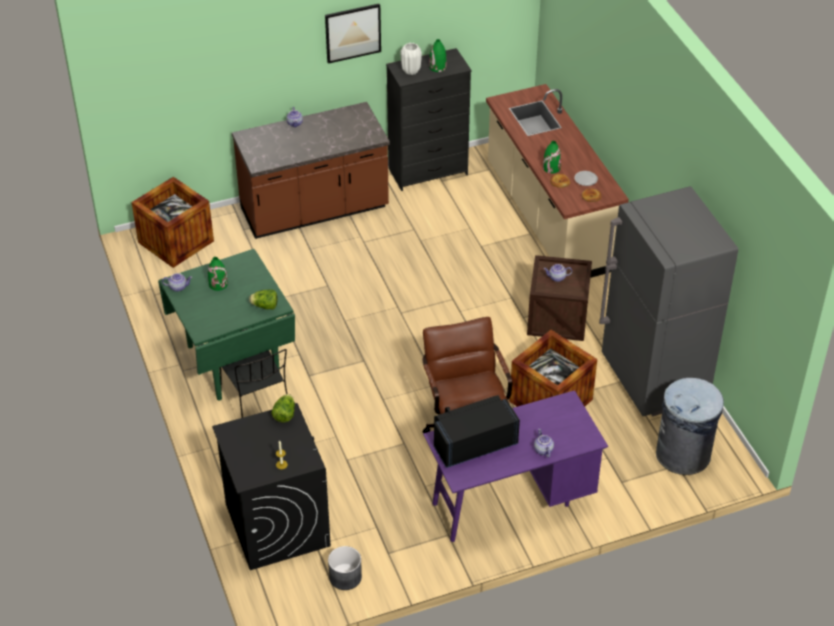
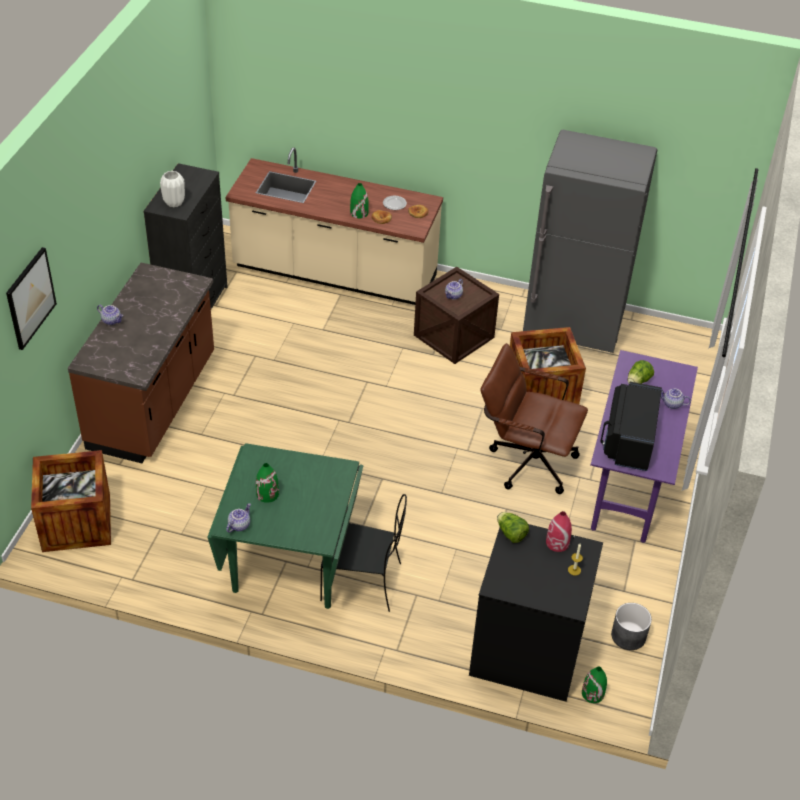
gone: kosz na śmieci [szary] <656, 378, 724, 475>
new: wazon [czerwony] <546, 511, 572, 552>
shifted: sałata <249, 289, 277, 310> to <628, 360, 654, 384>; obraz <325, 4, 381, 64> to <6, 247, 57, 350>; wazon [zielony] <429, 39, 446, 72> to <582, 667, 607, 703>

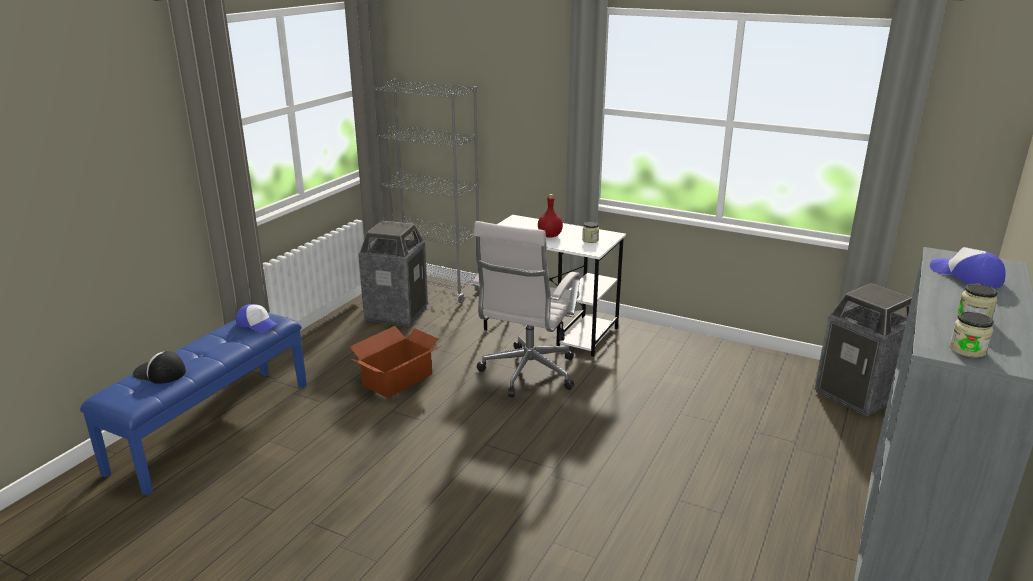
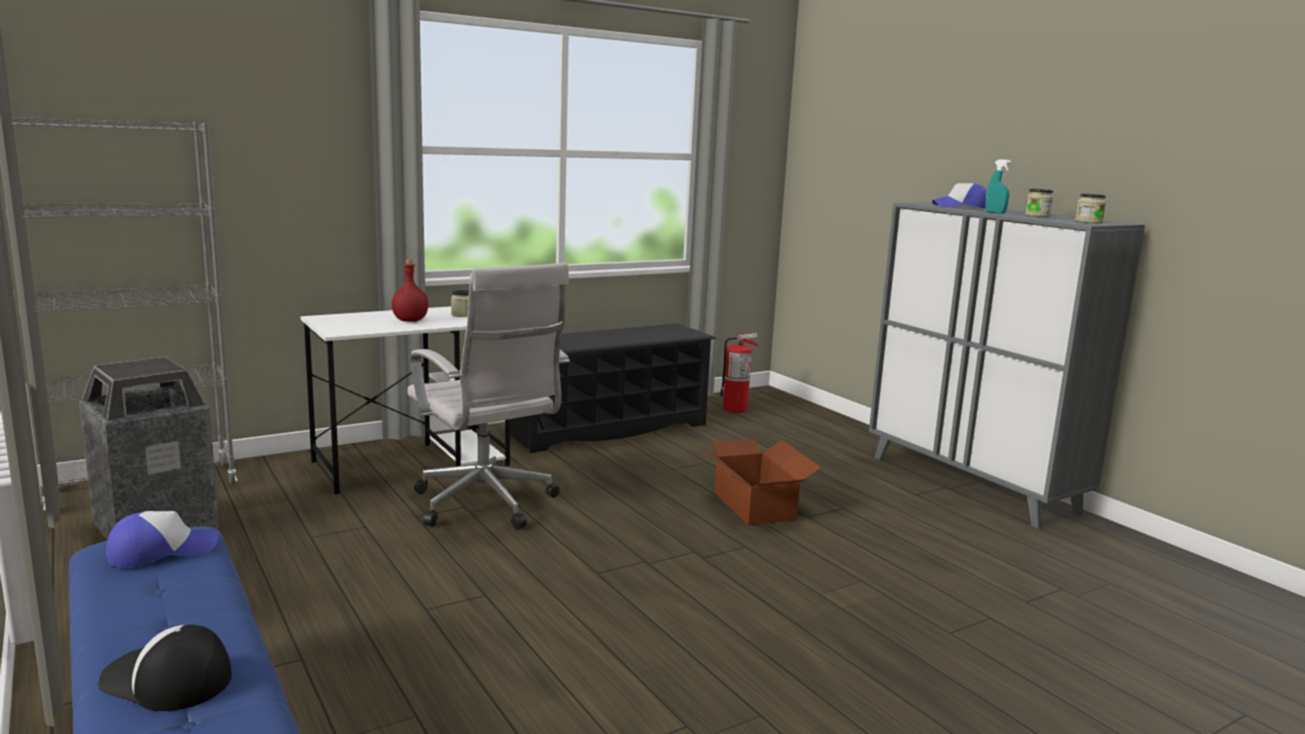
new: regał na buty [czarny] <510, 323, 716, 453>; spryskiwacz [turkusowy] <985, 159, 1011, 213>
shifted: karton <350, 326, 441, 398> to <698, 439, 821, 525>
swapped: kosz na śmieci <815, 283, 912, 417> to gaśnica <719, 333, 758, 413>
rotated: czapka z daszkiem <133, 351, 186, 384> = <98, 625, 232, 711> 60 degrees clockwise

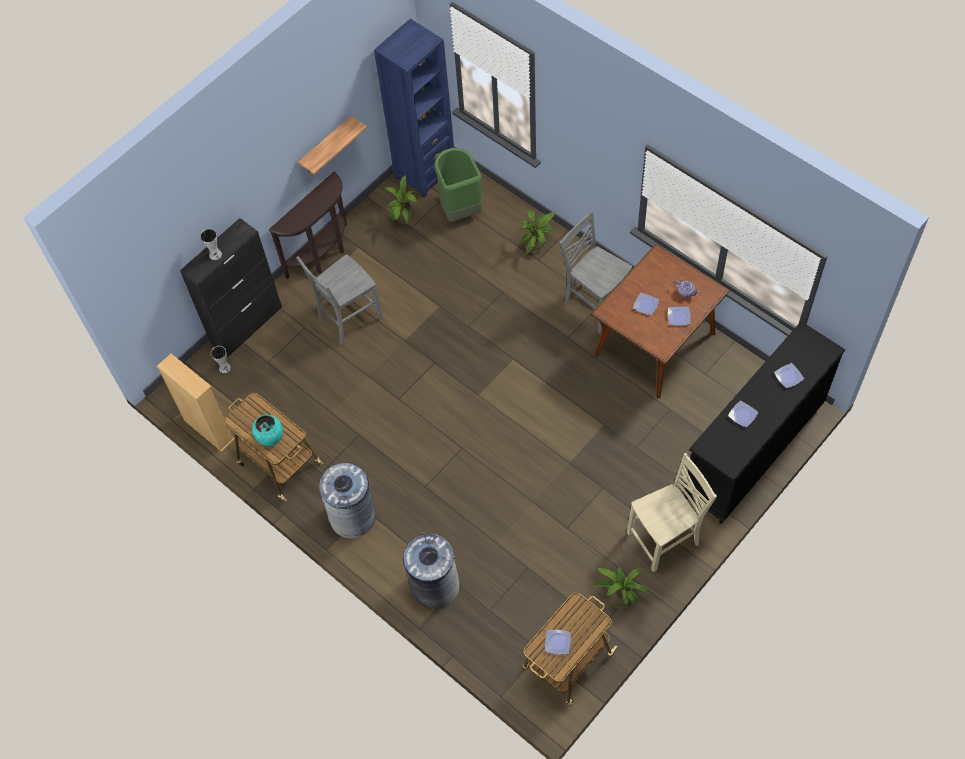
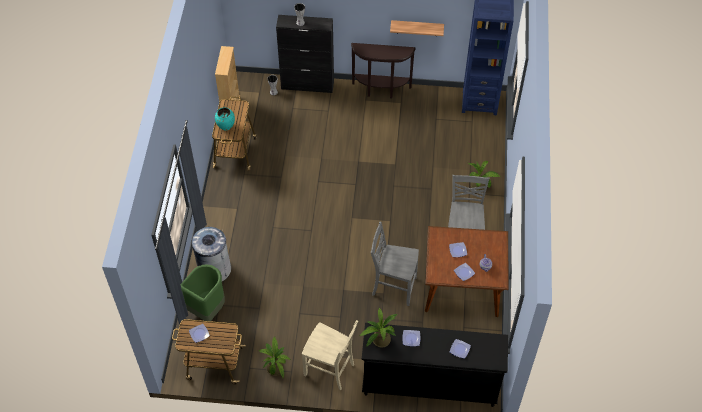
gone: kosz na śmieci [szary] <319, 463, 376, 538>
shifted: krzesło [szary] <296, 254, 384, 345> to <371, 222, 419, 306>; roślina doniczkowa <384, 175, 418, 225> to <359, 308, 398, 348>; kosz na śmieci [zielony] <434, 148, 483, 222> to <180, 265, 225, 321>

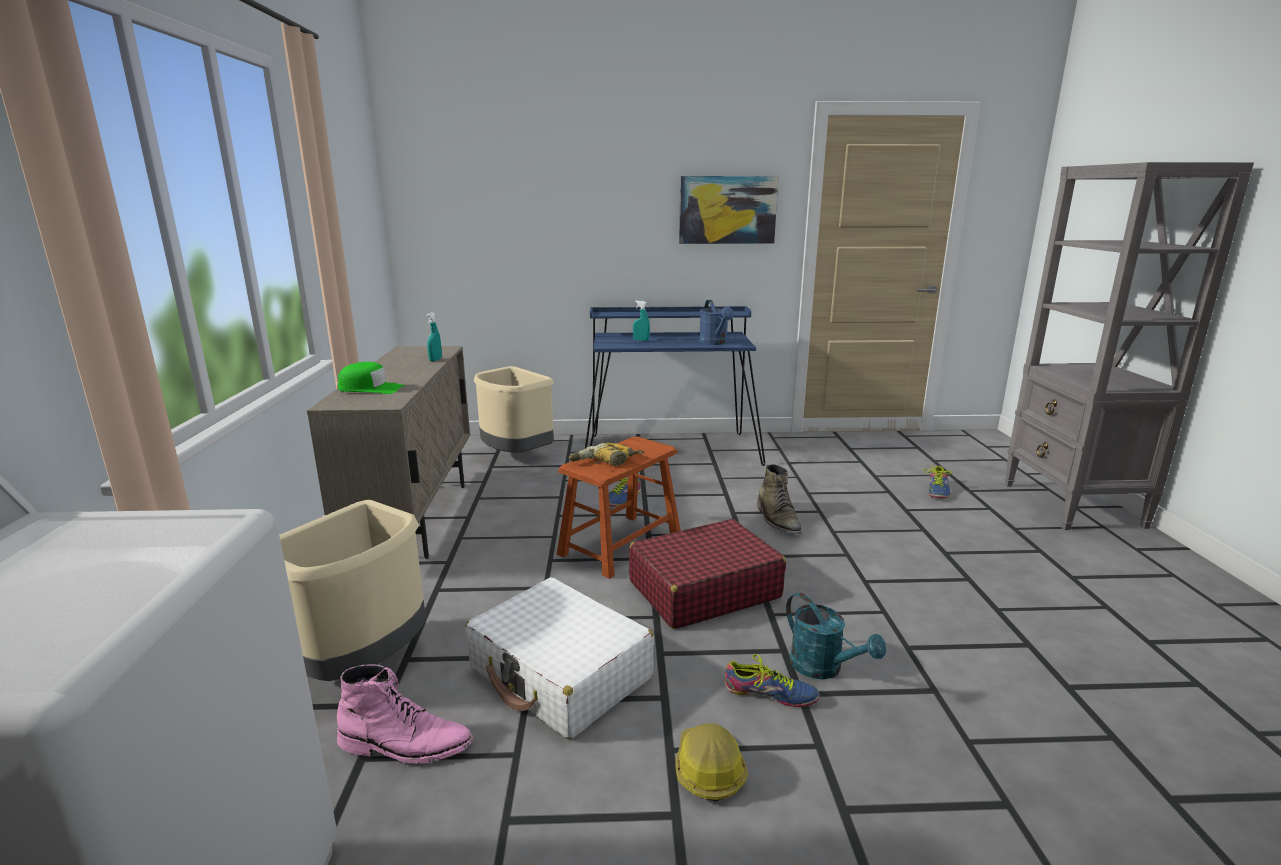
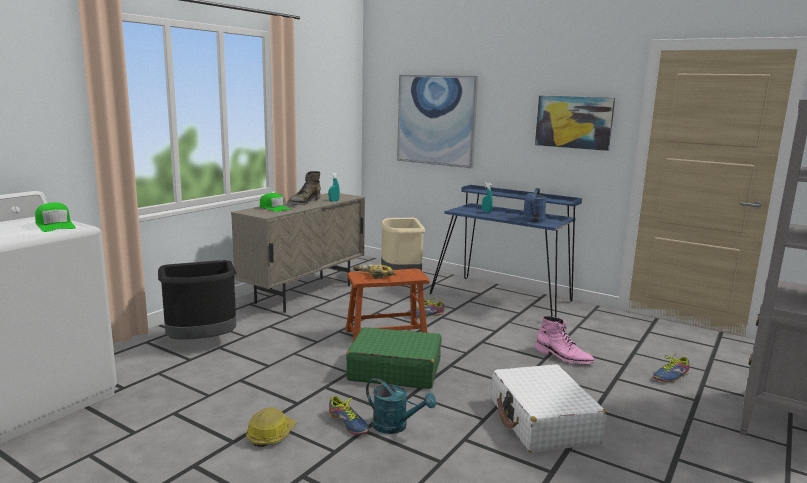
new: czapka z daszkiem [zielony] <35, 203, 76, 232>; obraz <397, 75, 478, 168>
shifted: but z cholewką [różowy] <337, 664, 473, 764> to <535, 316, 595, 364>; walizka [biały] <465, 577, 654, 739> to <492, 364, 606, 452>; but z cholewką [zielony] <757, 464, 802, 534> to <288, 171, 321, 205>
repainted: kosz na śmieci [beżowy] <279, 500, 426, 681> to kosz na śmieci [czarny] <158, 260, 237, 339>; walizka [czerwony] <629, 519, 786, 629> to walizka [zielony] <346, 327, 442, 389>
rotated: konewka [turkusowy] <786, 593, 886, 679> = <366, 378, 436, 434> 60 degrees counterclockwise

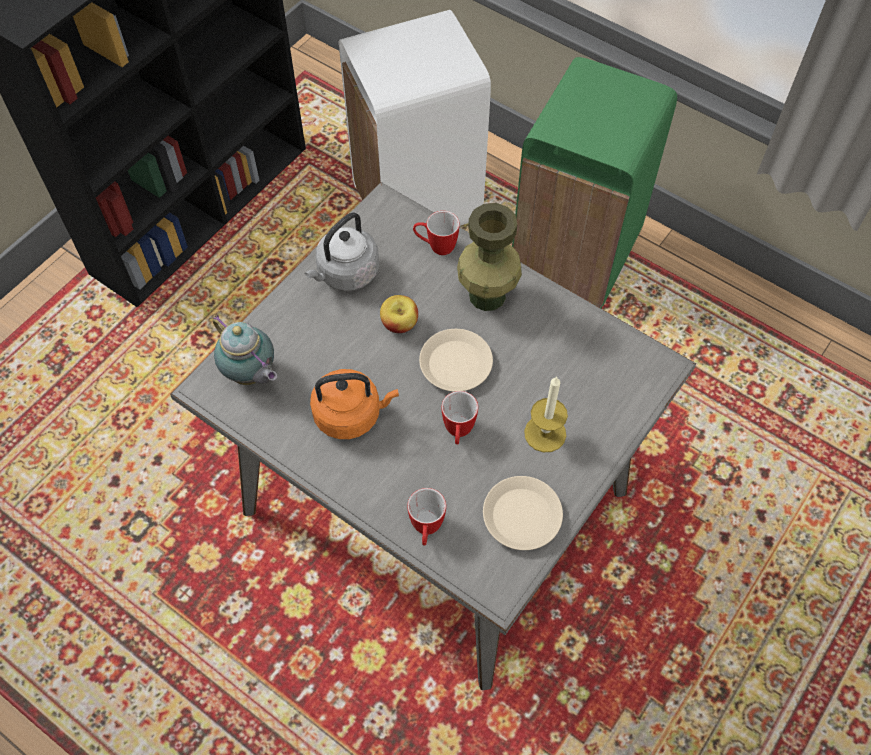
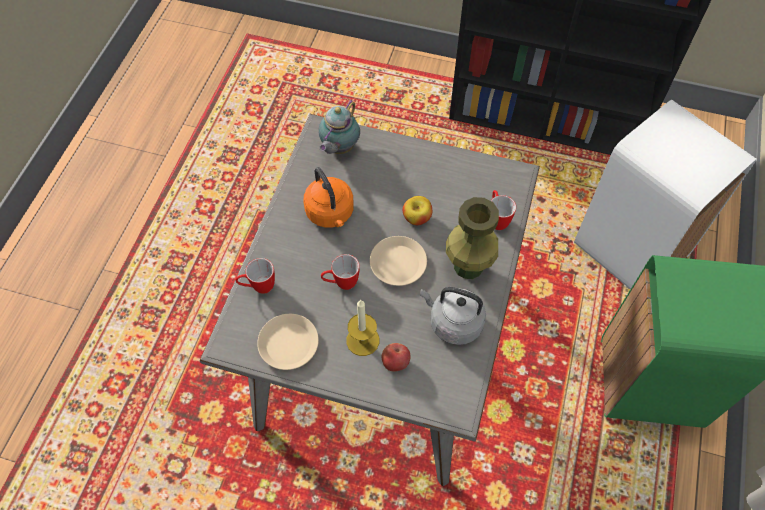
new: jabłko <382, 343, 411, 372>
shifted: czajnik [szary] <305, 212, 379, 291> to <420, 287, 486, 345>

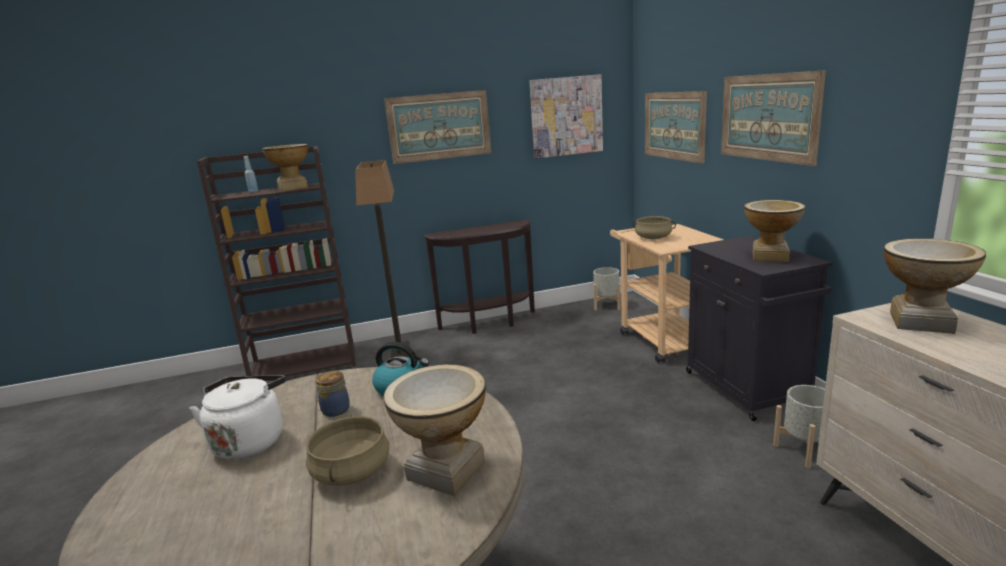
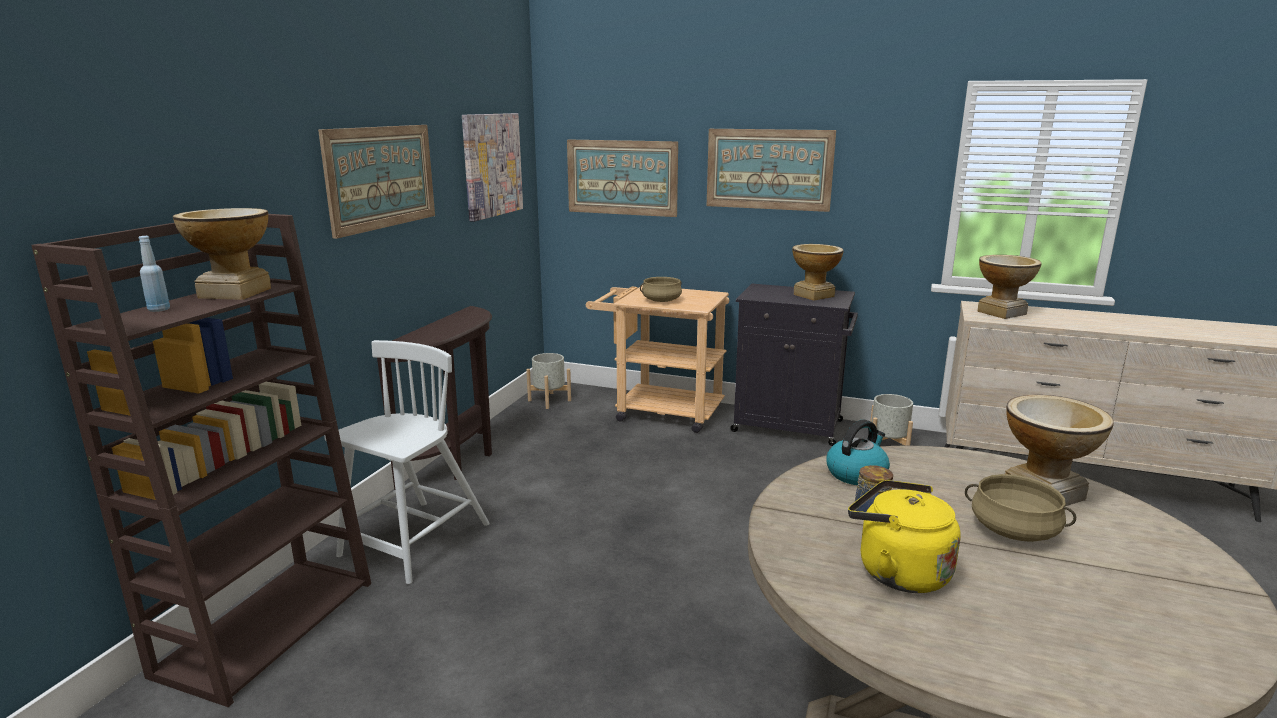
swapped: lampa stojąca <355, 160, 410, 358> to krzesło [biały] <324, 340, 490, 584>
repainted: czajnik [biały] <189, 375, 286, 460> to czajnik [żółty] <848, 480, 961, 593>

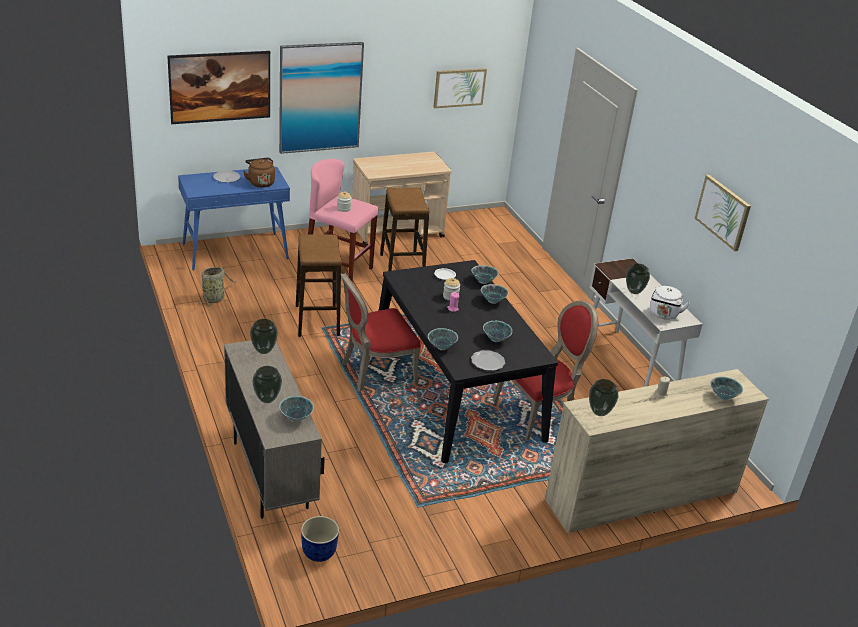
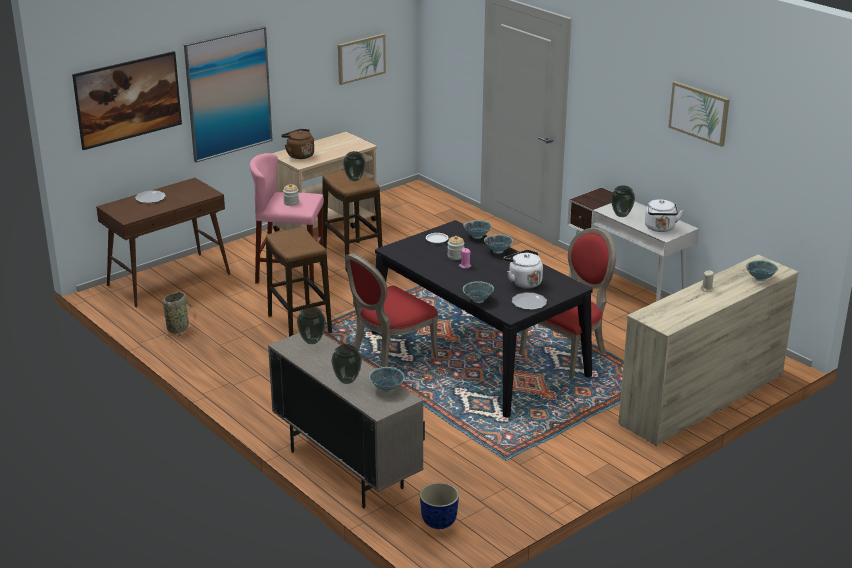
shifted: czajnik [brązowy] <243, 158, 275, 188> to <281, 129, 314, 159>; wazon <589, 379, 618, 416> to <343, 151, 366, 181>
swapped: miska <483, 321, 512, 342> to czajnik [biały] <504, 250, 543, 289>
repainted: stolik konsolowy [niebieski] <178, 167, 290, 270> to stolik konsolowy [brązowy] <96, 178, 230, 307>

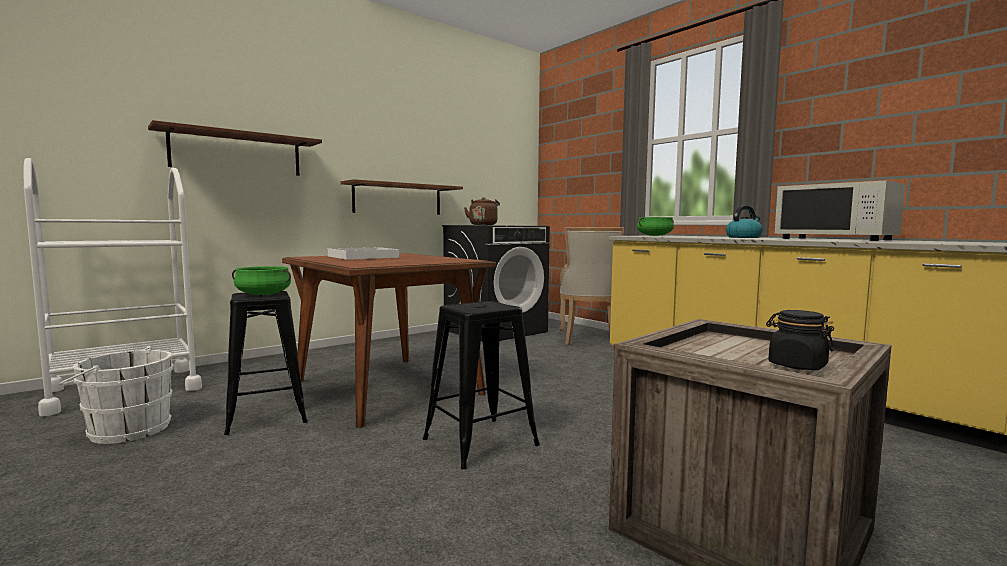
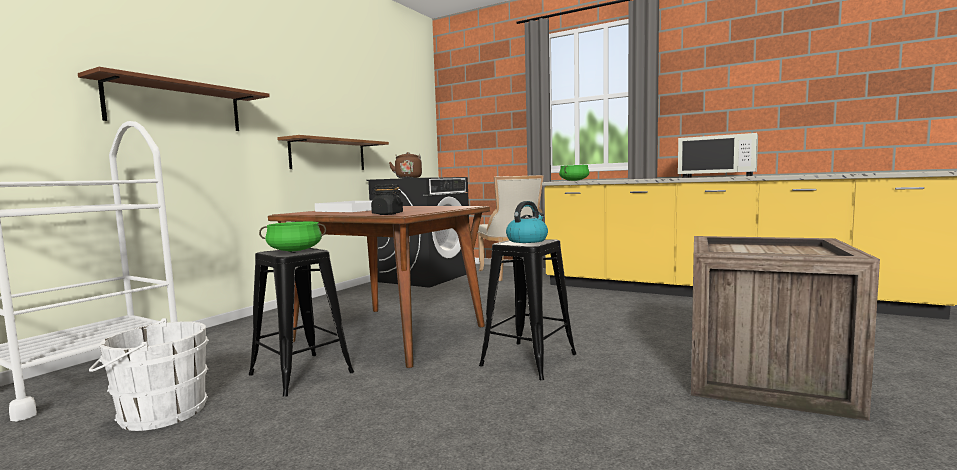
shifted: czajnik <726, 205, 763, 238> to <506, 201, 548, 243>; słoik [czarny] <766, 310, 835, 370> to <371, 184, 403, 215>

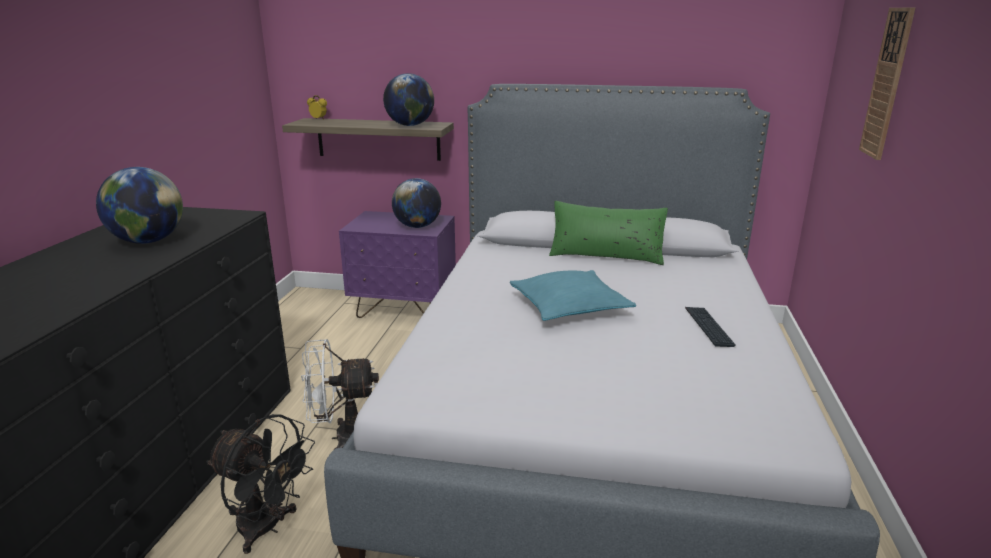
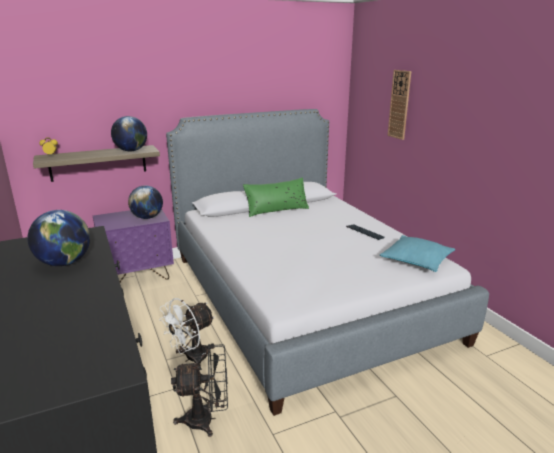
shifted: poduszka [turkusowy] <510, 270, 636, 321> to <379, 235, 455, 272>

